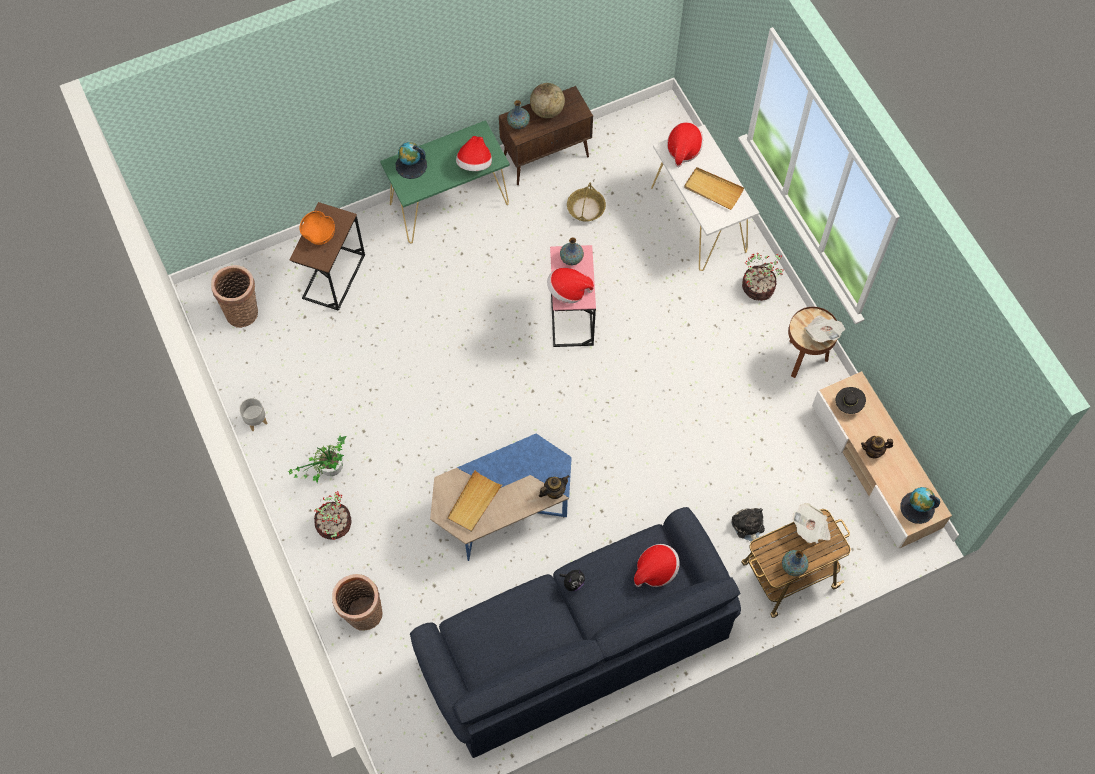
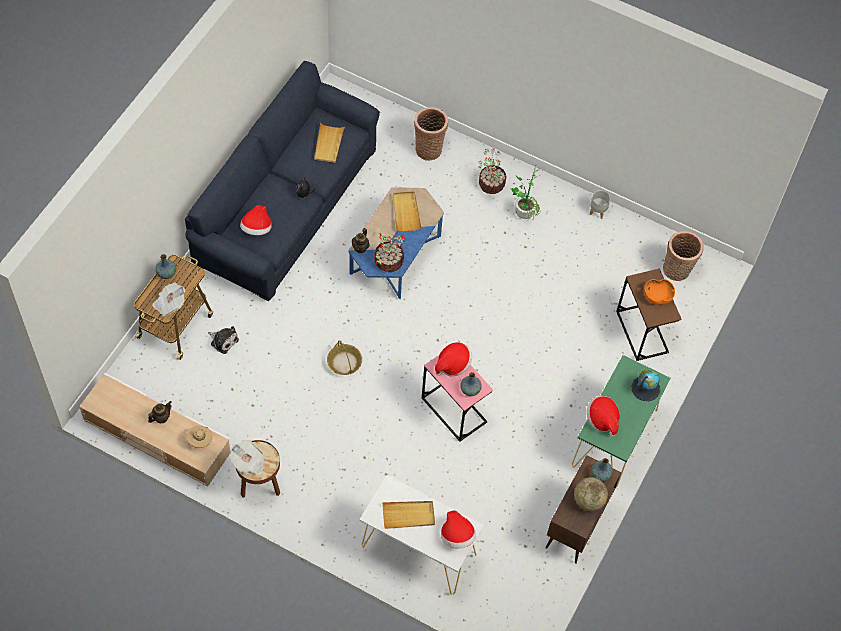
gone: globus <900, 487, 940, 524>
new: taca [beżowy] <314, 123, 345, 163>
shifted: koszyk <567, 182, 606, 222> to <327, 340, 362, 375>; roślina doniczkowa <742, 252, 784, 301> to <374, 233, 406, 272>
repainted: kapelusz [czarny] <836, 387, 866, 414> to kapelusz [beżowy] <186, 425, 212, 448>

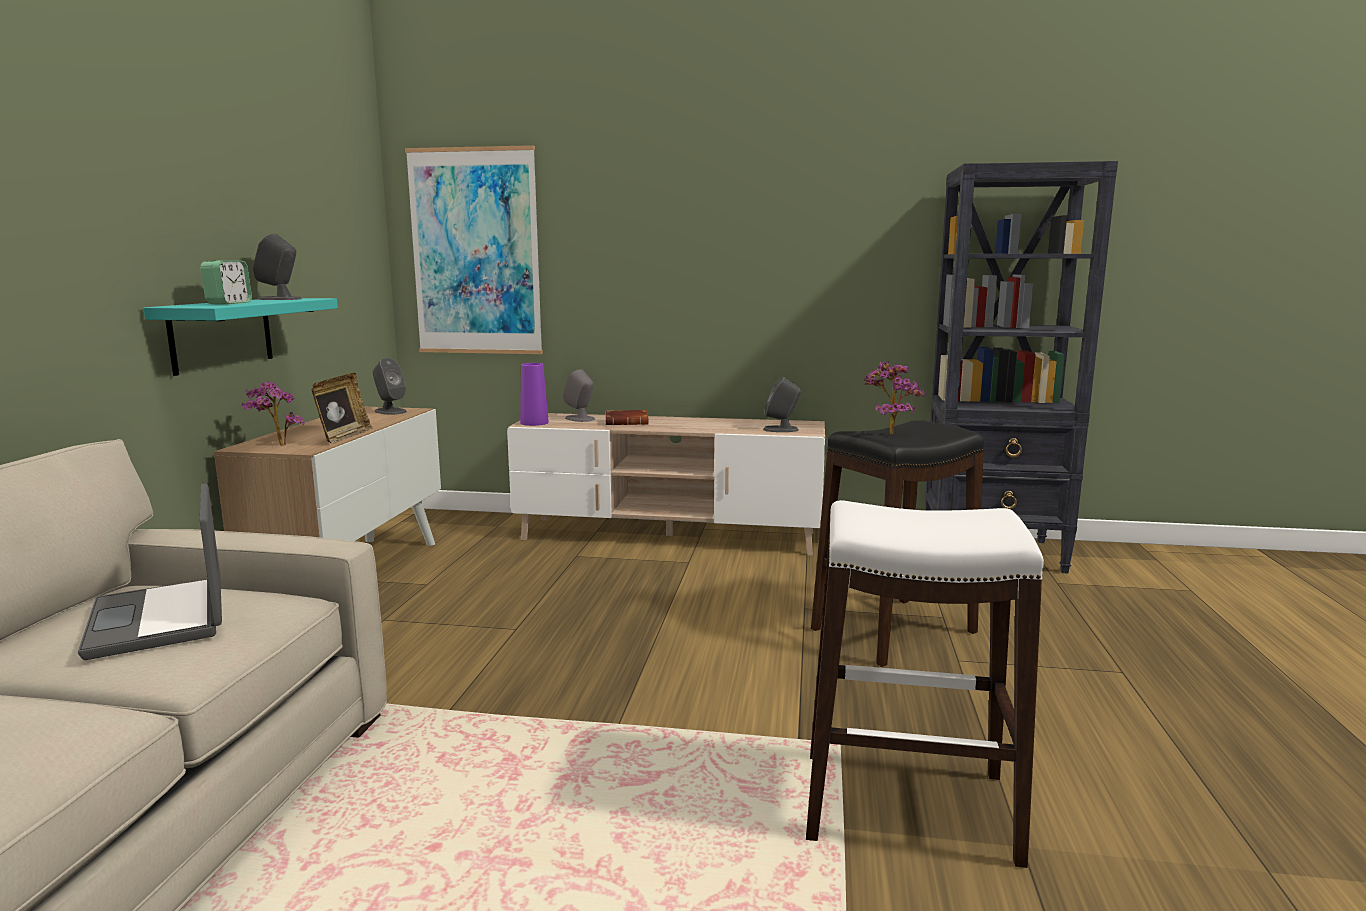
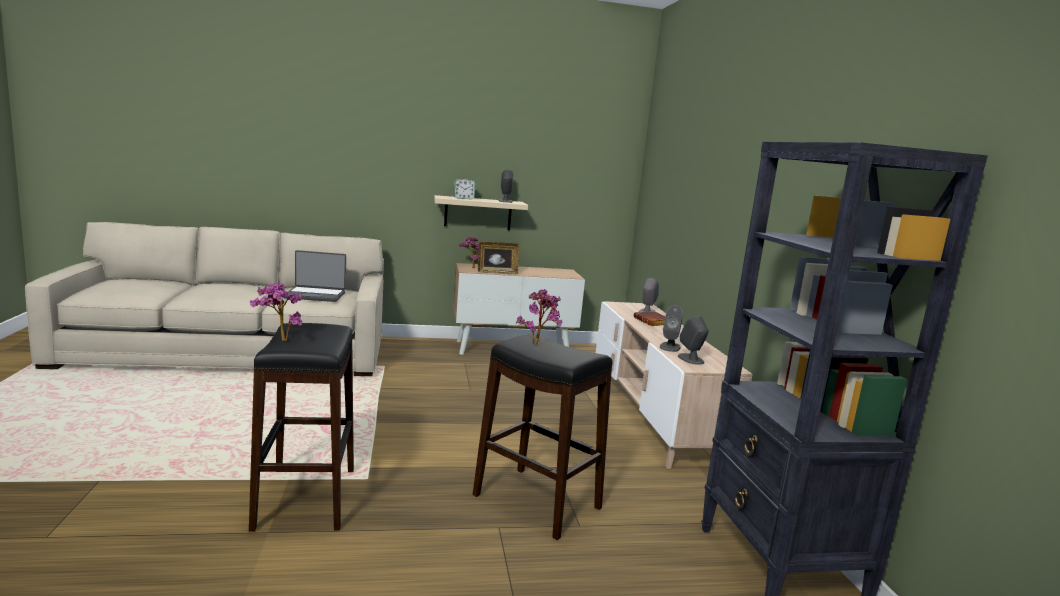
gone: obraz <405, 145, 543, 354>; wazon [fioletowy] <520, 363, 549, 426>
new: roślina doniczkowa <250, 283, 302, 341>
shifted: głośnik [szary] <373, 358, 407, 415> to <660, 305, 683, 352>
repainted: półka [turkusowy] <143, 298, 338, 376> to półka [beżowy] <434, 195, 528, 230>; stołek [biały] <806, 500, 1044, 868> to stołek [czarny] <249, 323, 354, 531>
rotated: laptop <78, 484, 222, 660> = <283, 250, 346, 302> 135 degrees counterclockwise

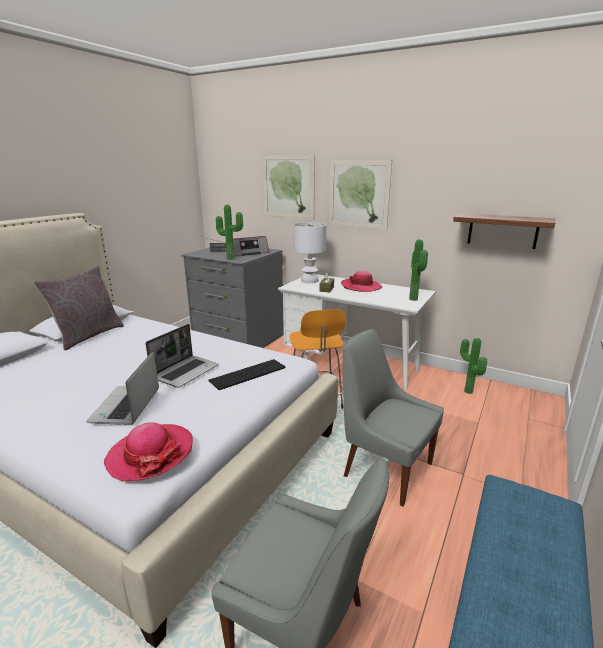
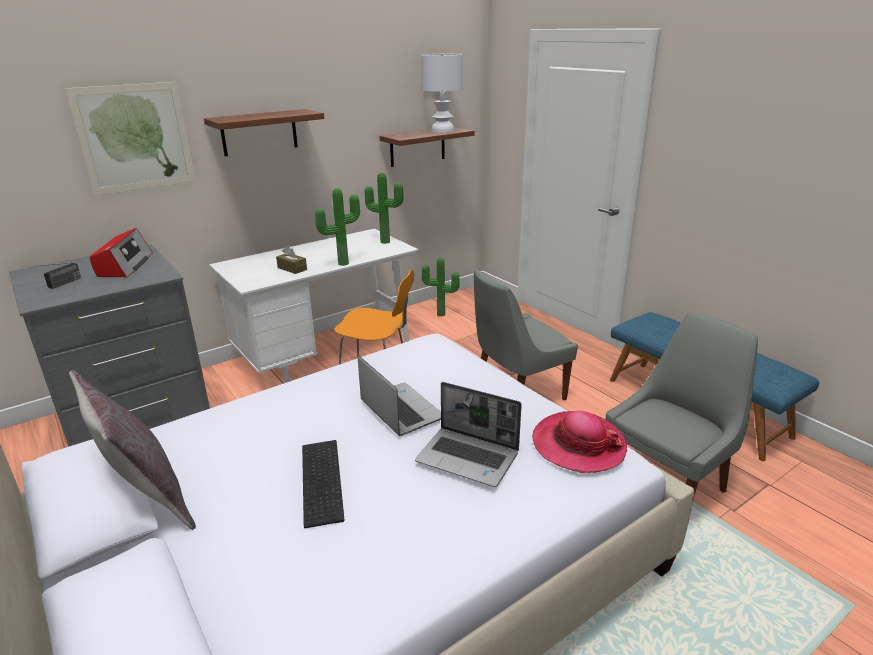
gone: kapelusz <341, 271, 382, 292>
shifted: klawiatura <209, 359, 285, 390> to <302, 440, 345, 528>; roślina doniczkowa <216, 205, 243, 260> to <315, 188, 360, 266>; lampa stołowa [biały] <294, 222, 326, 283> to <421, 54, 463, 133>
swapped: obraz <329, 160, 392, 230> to półka <204, 109, 324, 156>

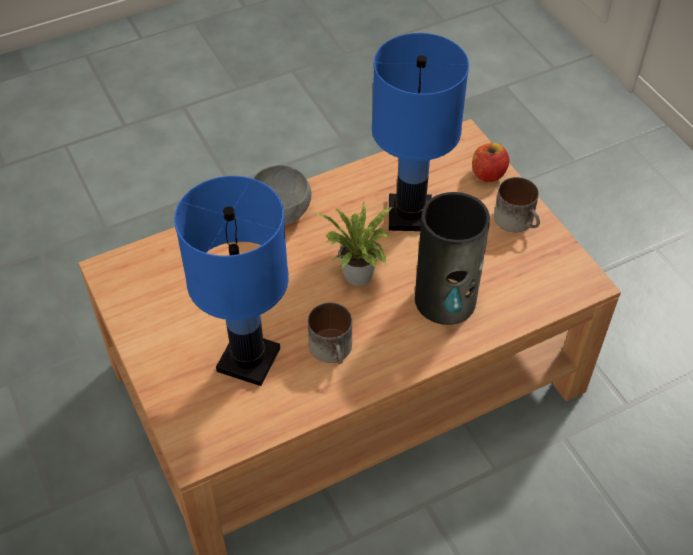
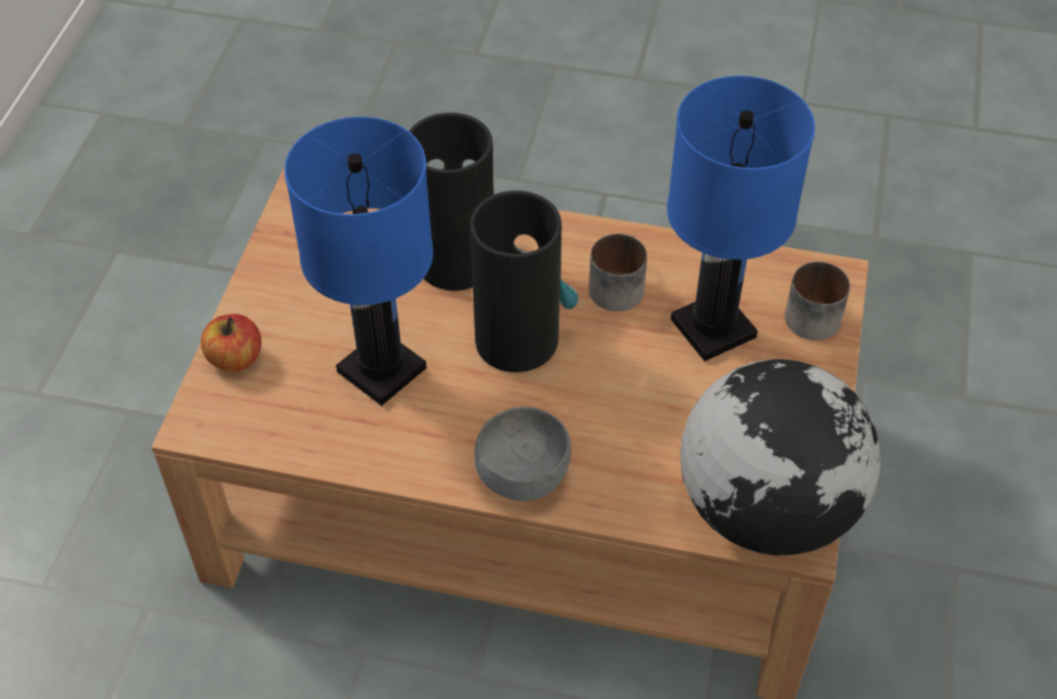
new: globus <680, 359, 880, 556>
shifted: kubek <494, 177, 540, 232> to <785, 261, 850, 340>
swapped: roślina doniczkowa <313, 201, 392, 286> to wazon <470, 190, 578, 372>

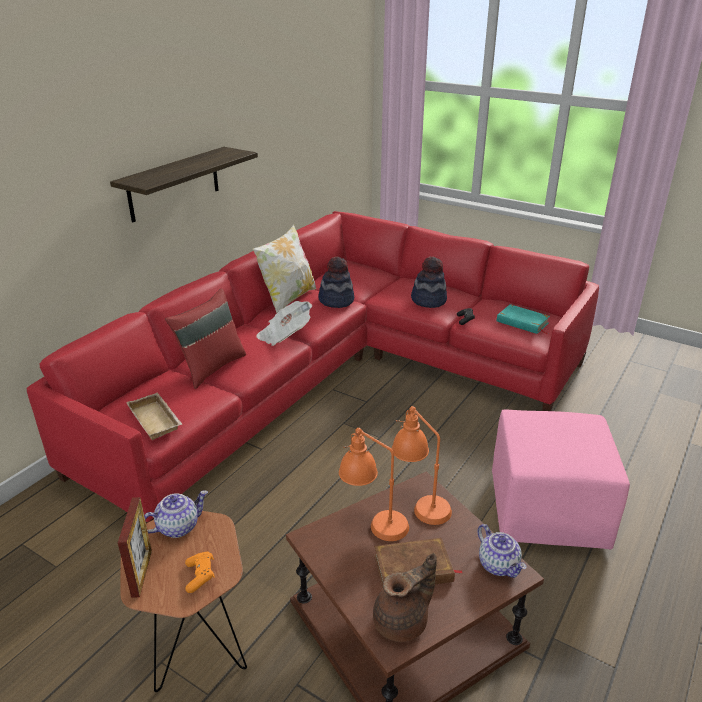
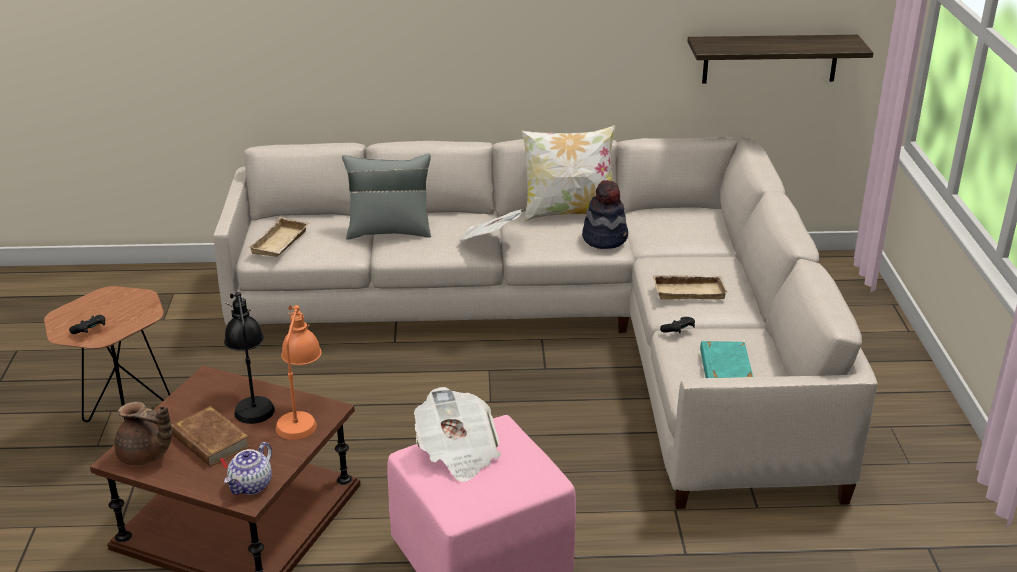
gone: ramka na zdjęcie <118, 497, 152, 598>; imbryk <144, 490, 208, 538>
new: gazeta <414, 387, 501, 482>
shifted: półka <110, 147, 258, 223> to <687, 35, 873, 84>
swapped: kapelusz <411, 256, 447, 308> to taca [beżowy] <653, 275, 728, 300>
repainted: kanapa [czerwony] <27, 211, 599, 523> to kanapa [beżowy] <214, 137, 878, 509>; poduszka [czerwony] <165, 288, 246, 389> to poduszka [szary] <342, 154, 431, 240>; pad do gier [pomarańczowy] <185, 552, 215, 593> to pad do gier [czarny] <69, 315, 105, 334>; lampa stołowa [pomarańczowy] <339, 428, 409, 541> to lampa stołowa [czarny] <224, 292, 275, 424>

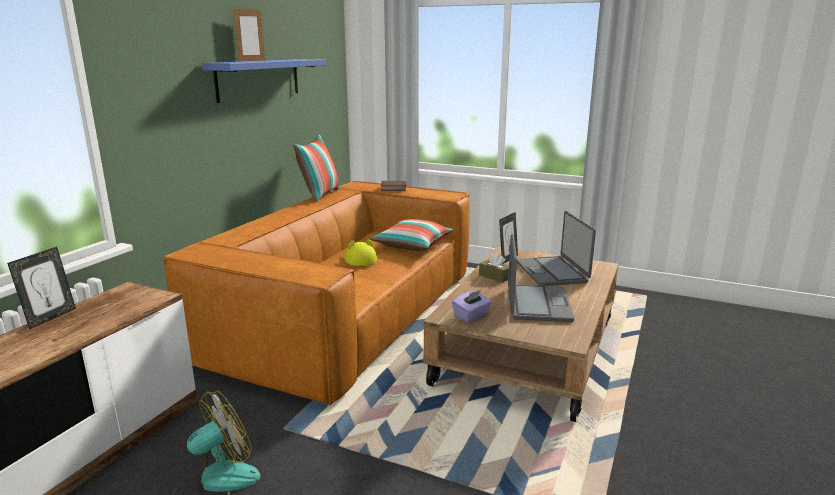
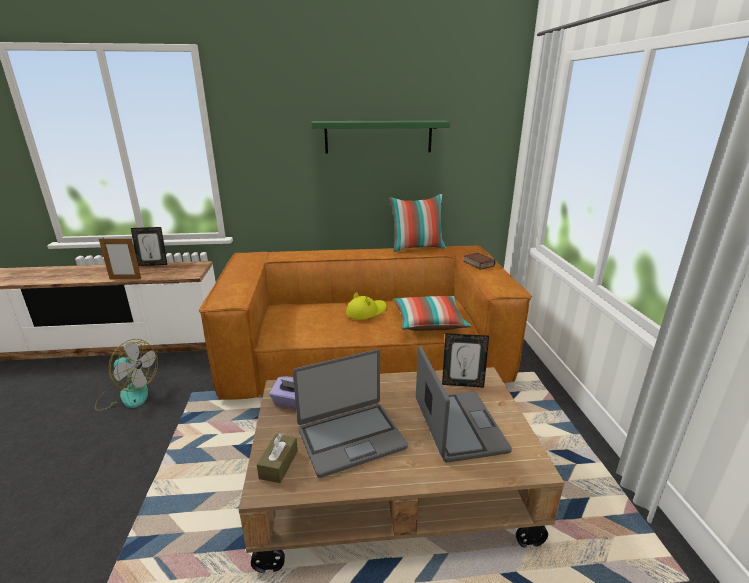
shifted: ramka na zdjęcie <234, 8, 265, 61> to <99, 237, 141, 279>; pudełko chusteczek [brązowy] <479, 253, 509, 283> to <257, 433, 298, 483>
repainted: półka [niebieski] <202, 59, 326, 103> to półka [zielony] <311, 120, 450, 154>
rotated: laptop <517, 211, 596, 286> = <416, 346, 512, 463> 120 degrees clockwise

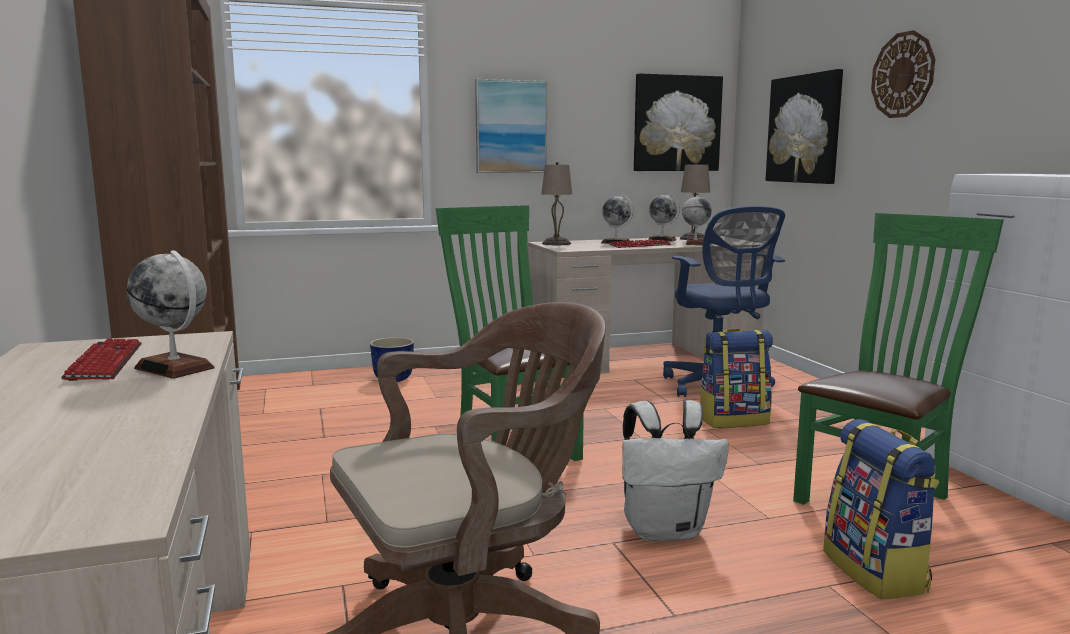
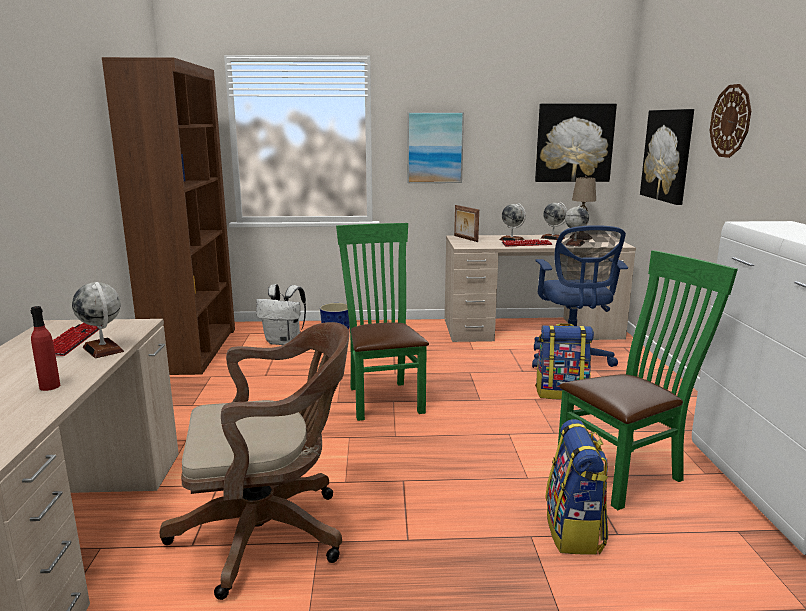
new: butelka [czerwony] <30, 306, 60, 391>
shifted: plecak [biały] <622, 400, 729, 541> to <256, 284, 306, 345>
swapped: lampa stołowa [beżowy] <541, 162, 572, 245> to ramka na zdjęcie <454, 205, 479, 242>

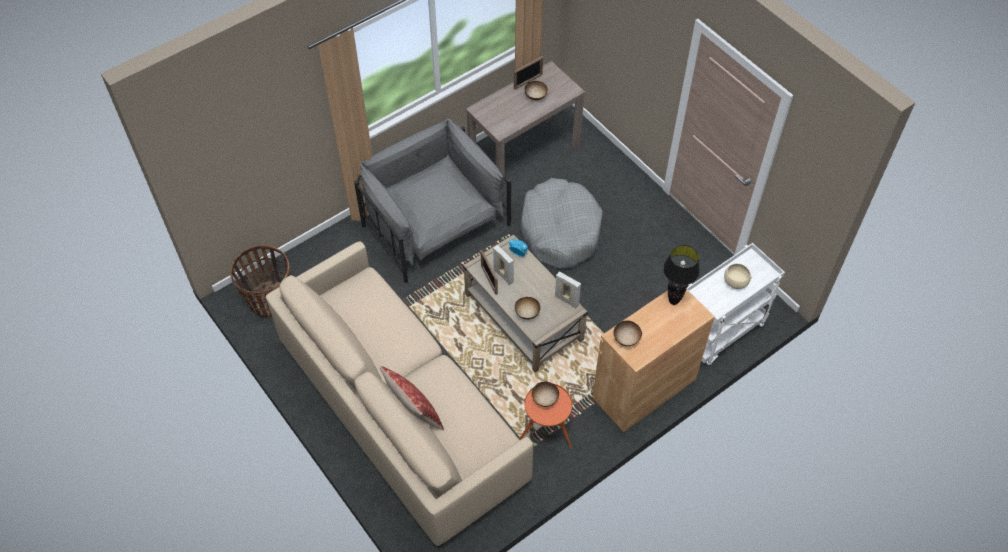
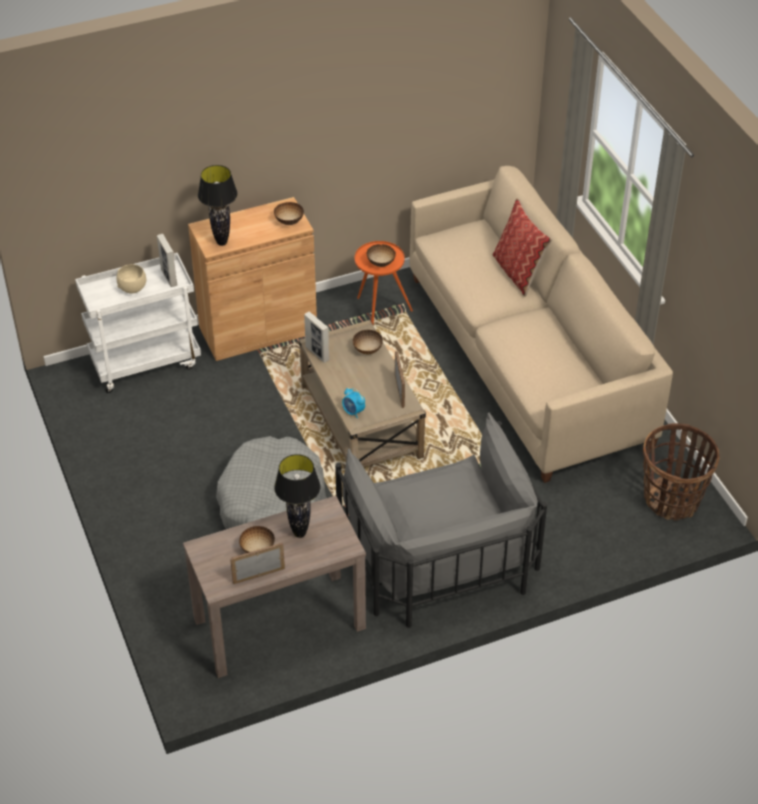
new: lampa stołowa [czarny] <274, 454, 320, 538>
shifted: ramka na zdjęcie <493, 245, 514, 285> to <157, 234, 177, 287>

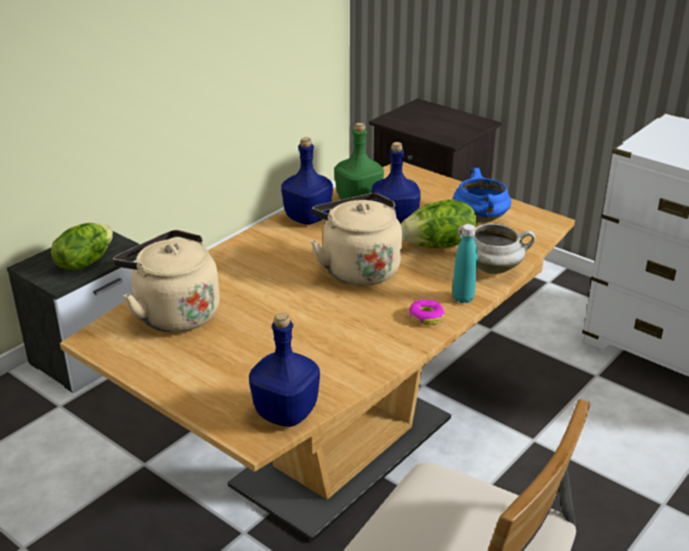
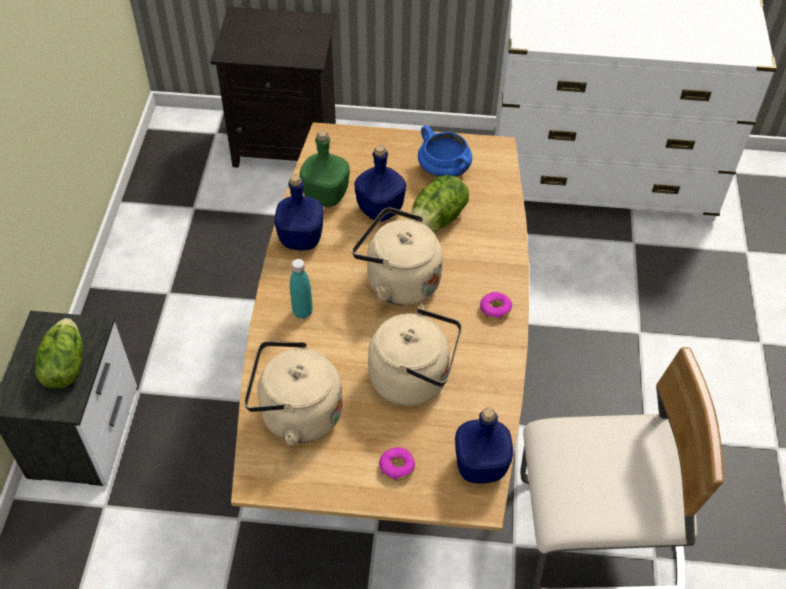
gone: garnek [biały] <458, 223, 535, 274>
new: czajnik [beżowy] <368, 304, 462, 406>; donut <379, 447, 415, 481>
shifted: butelka [turkusowy] <453, 224, 477, 303> to <290, 259, 313, 319>

